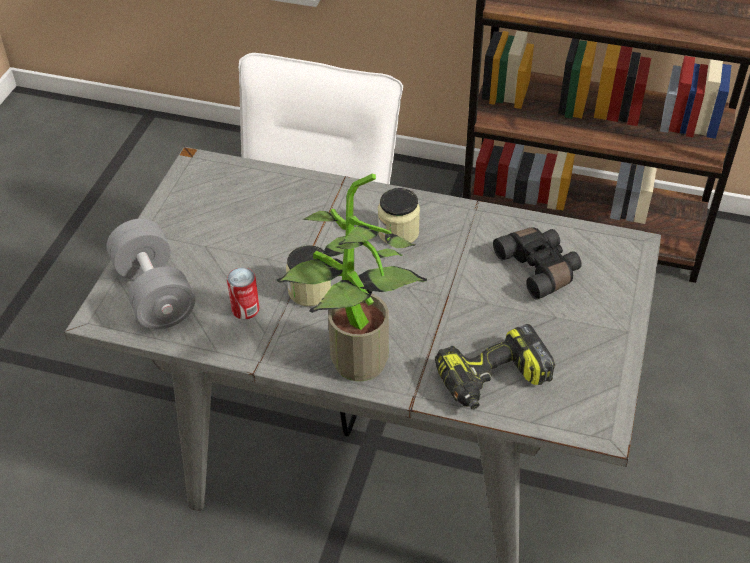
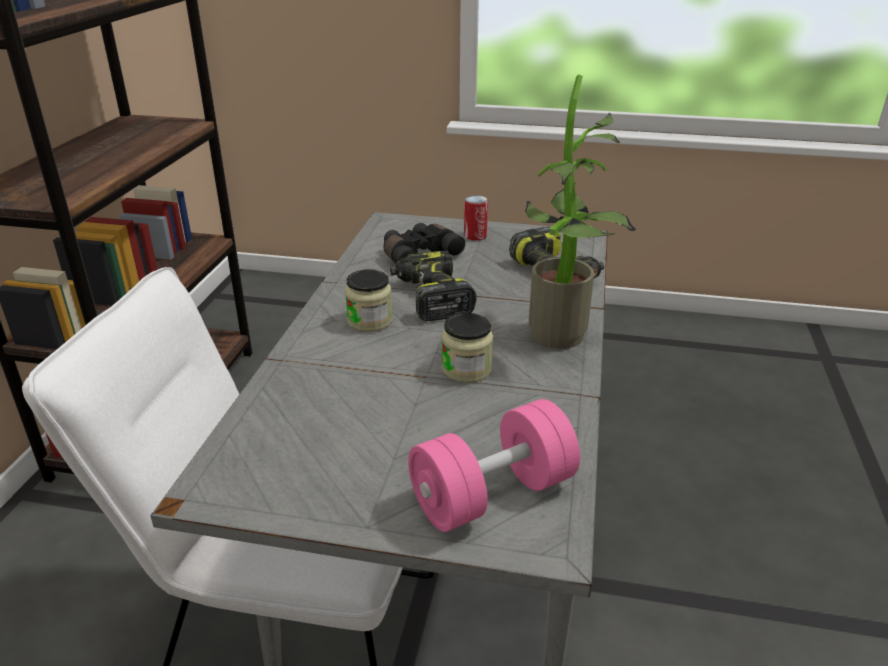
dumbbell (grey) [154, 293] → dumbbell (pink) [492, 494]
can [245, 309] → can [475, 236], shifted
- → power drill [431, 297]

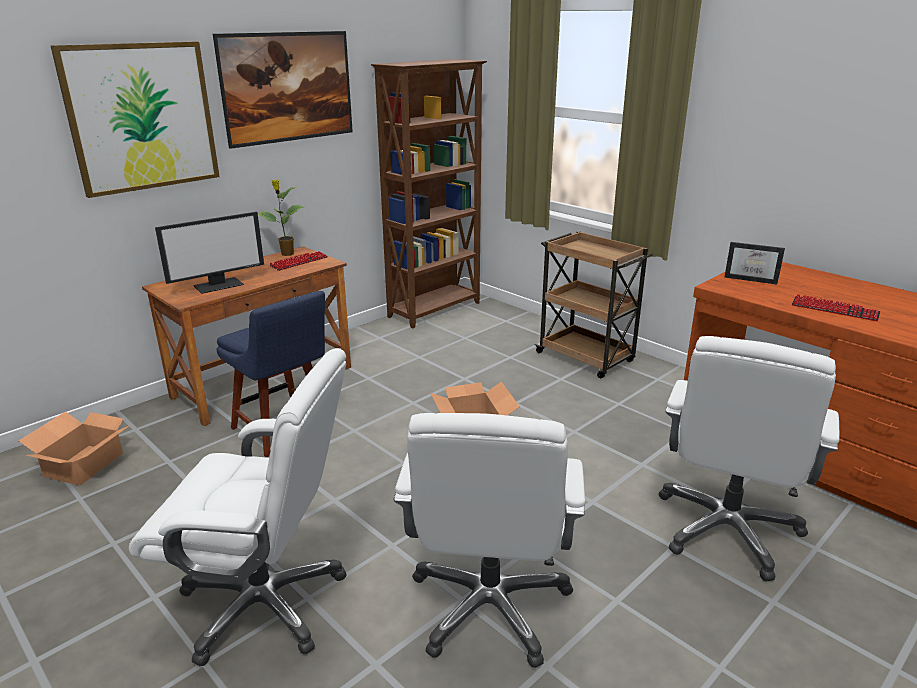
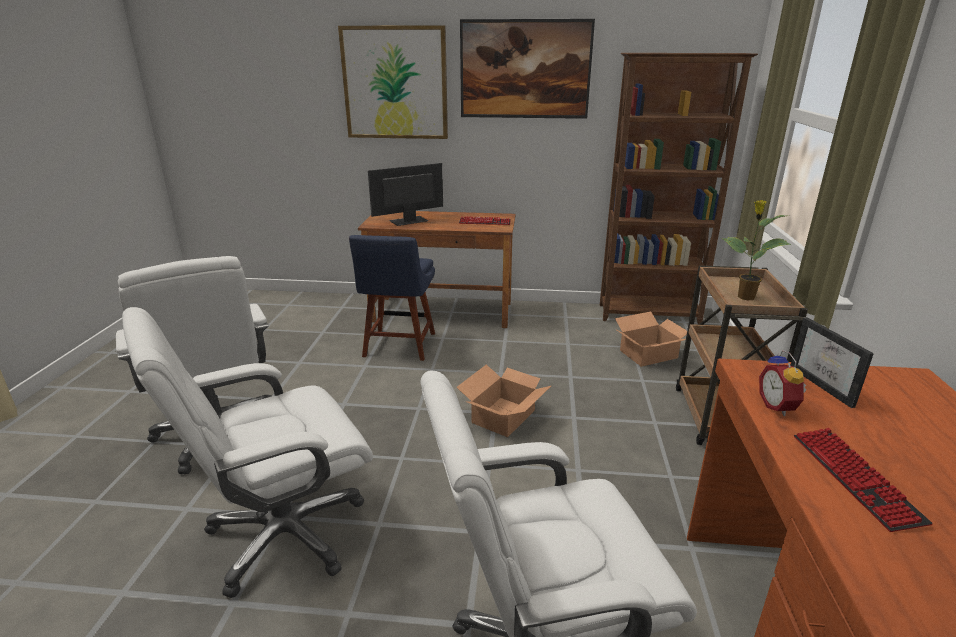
cardboard box [83, 465] → cardboard box [647, 354], shifted
monitor [219, 285] → monitor [408, 221], 135 degrees clockwise
potted plant [286, 254] → potted plant [745, 297], shifted
- → alarm clock [778, 406]

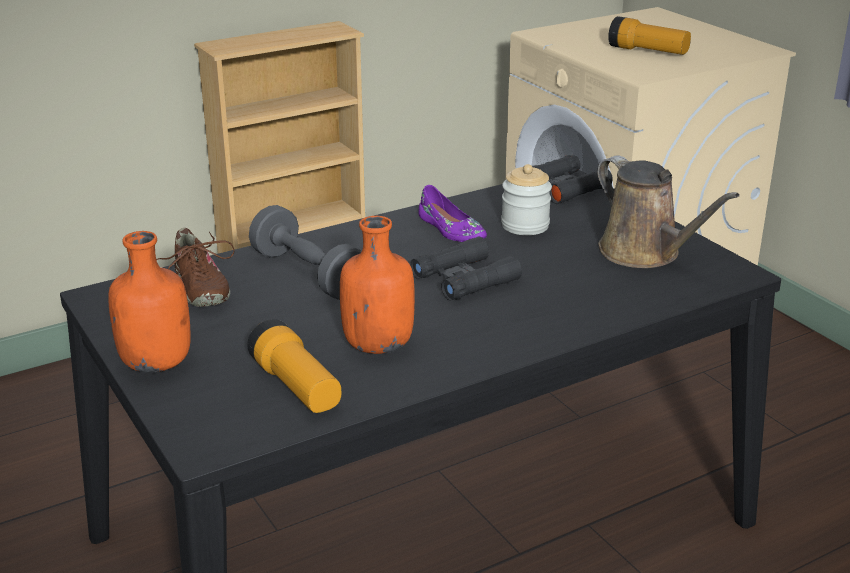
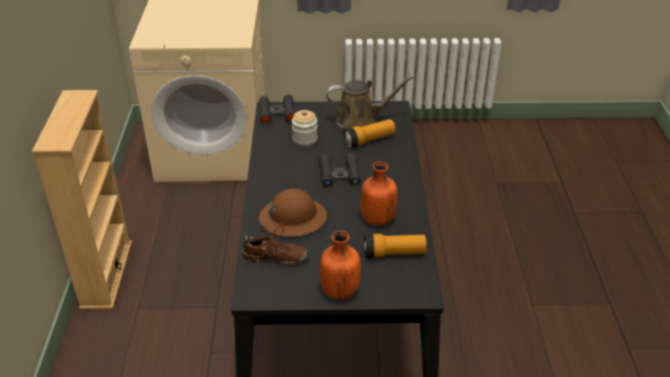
dumbbell (grey) [308, 274] → hard hat (brown) [292, 218]
shoe (purple) [450, 230] → -
flashlight [648, 52] → flashlight [369, 140], shifted

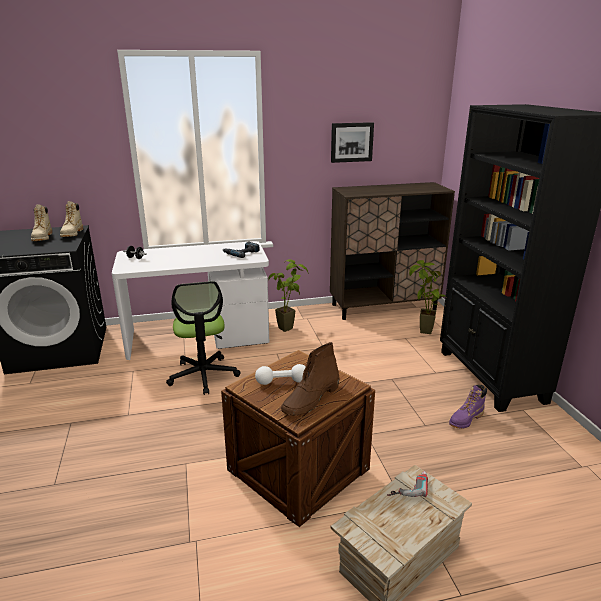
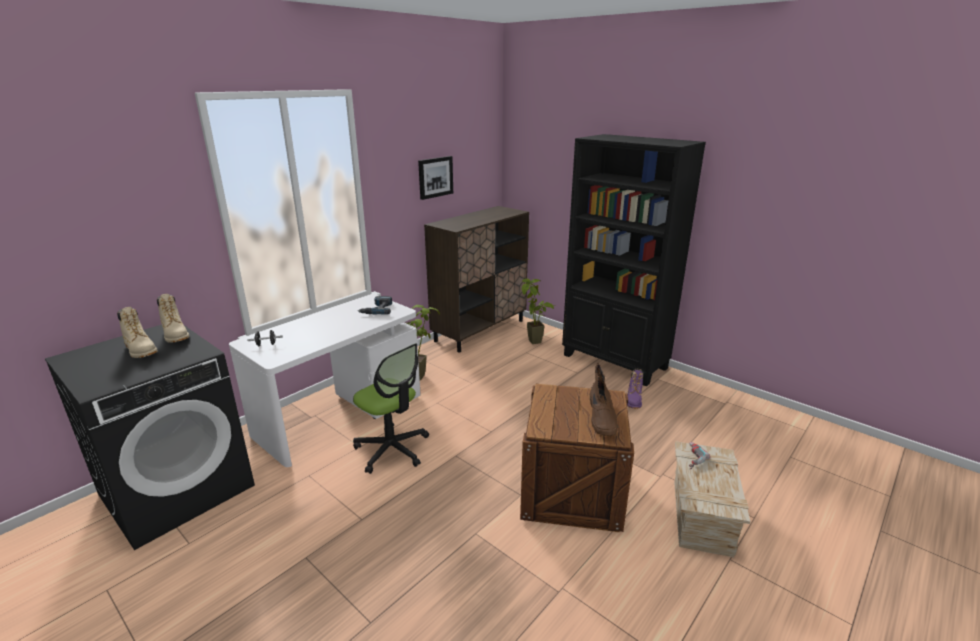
dumbbell (white) [282, 382] → -

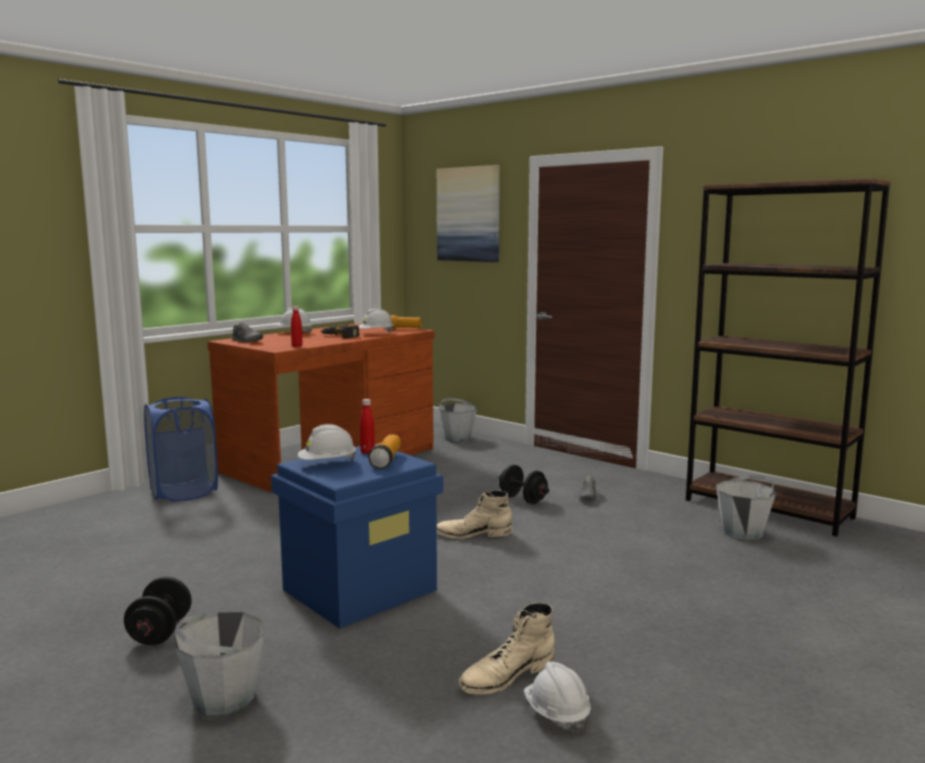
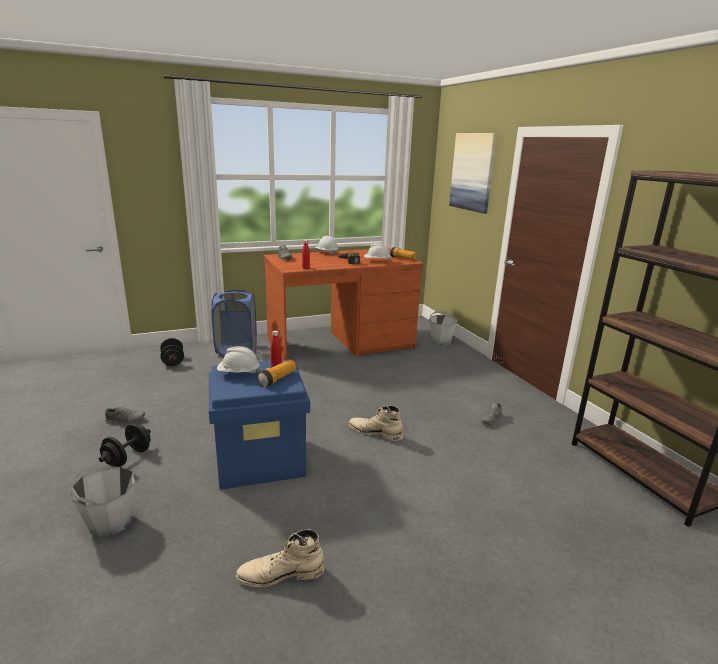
dumbbell (black) [523, 499] → dumbbell (black) [173, 361], shifted
hard hat (white) [556, 714] → -
bucket (grey) [742, 532] → -
- → shoe (grey) [125, 420]

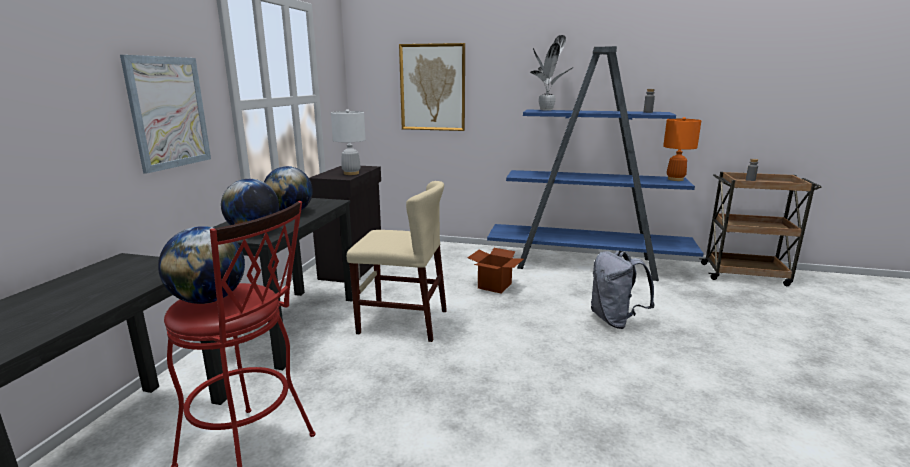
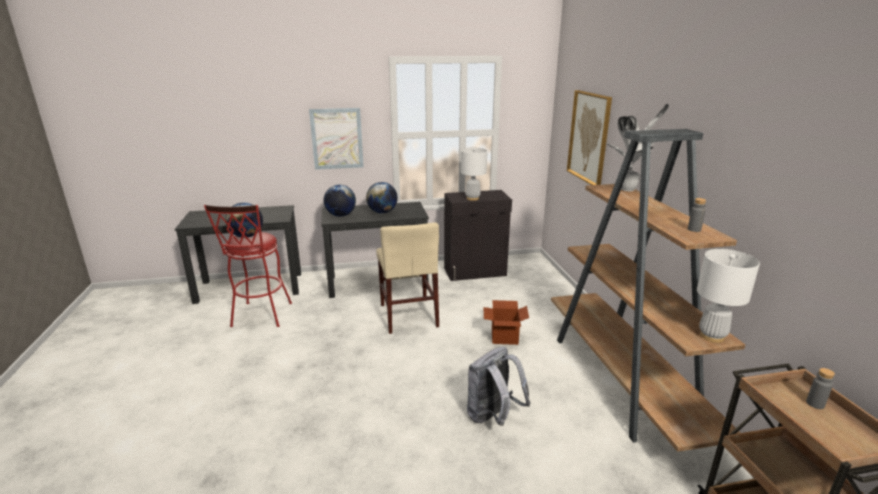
bookcase (blue) [587, 264] → bookcase (brown) [623, 381]
table lamp (orange) [675, 179] → table lamp (white) [712, 336]

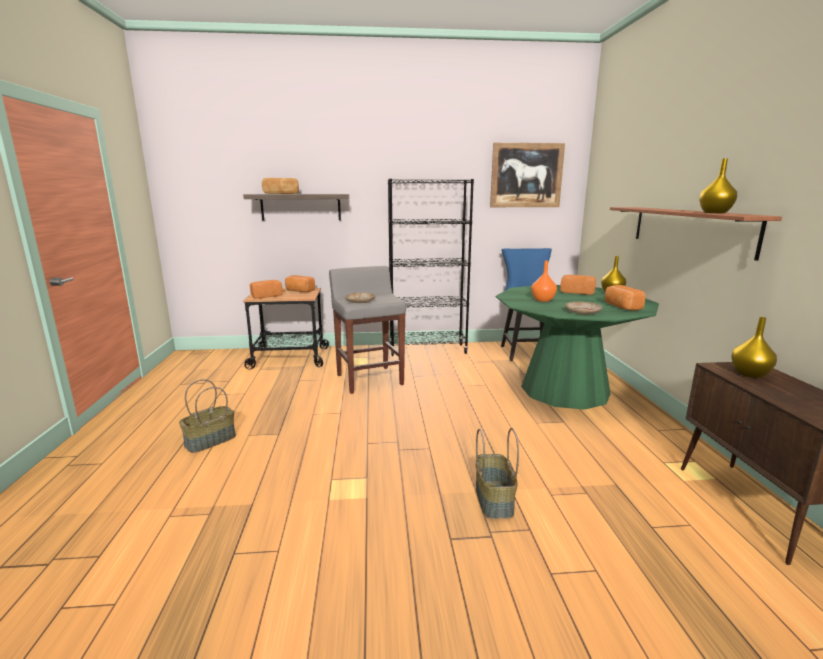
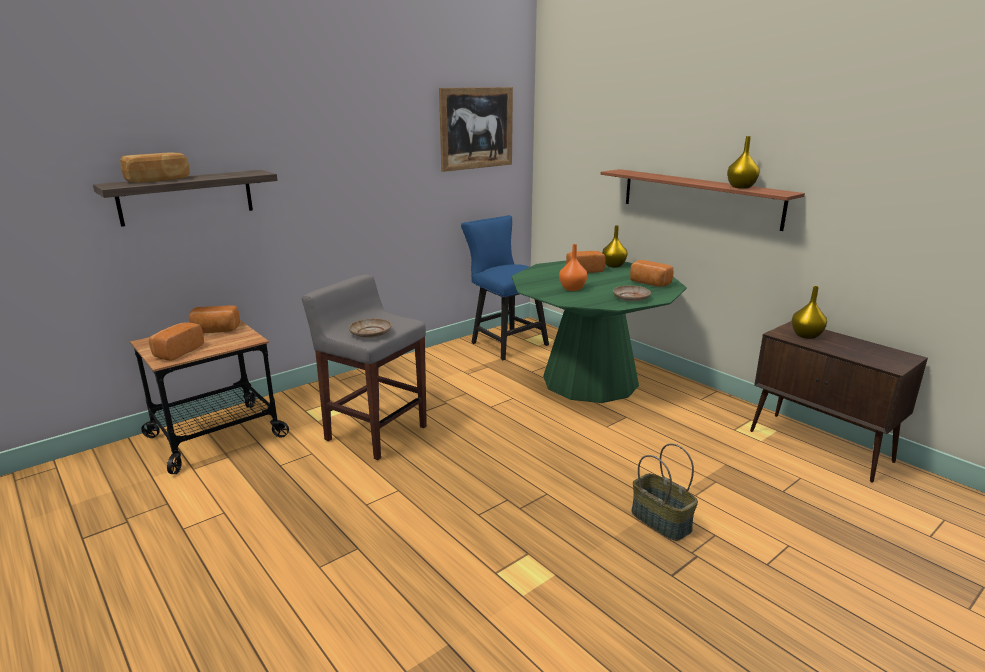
basket [210, 441] → -
bookcase (black) [427, 350] → -

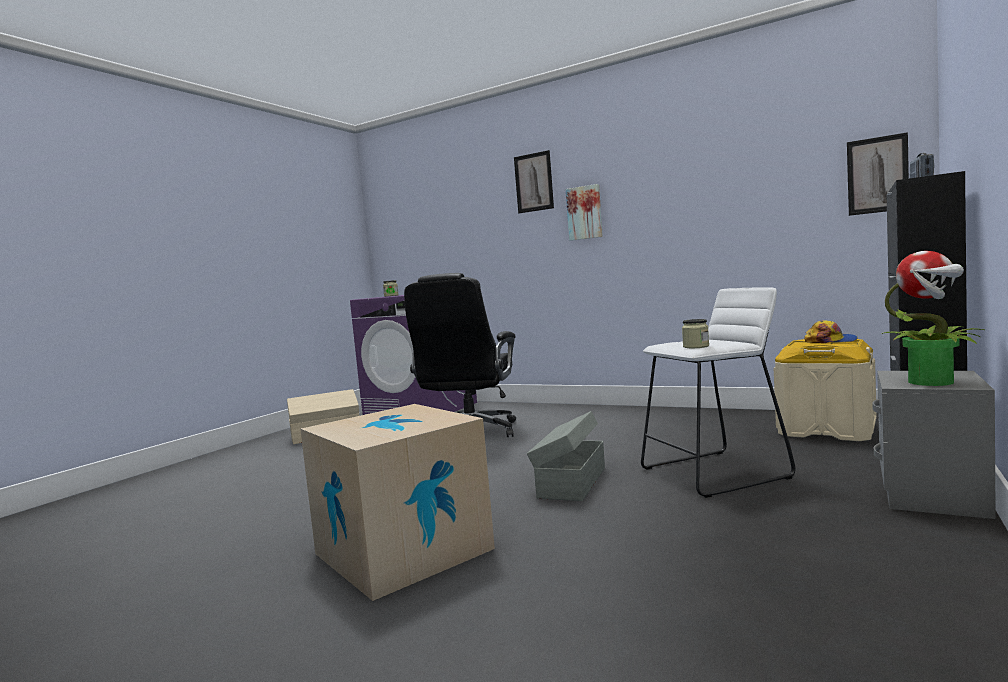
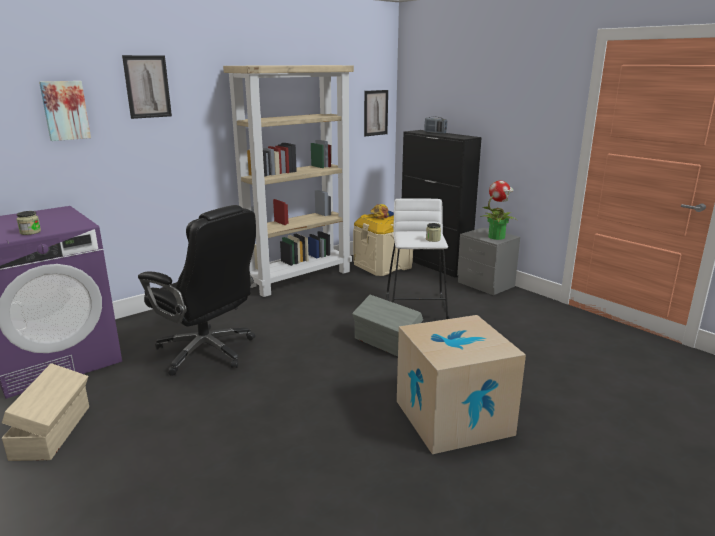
picture [584, 213] → picture [65, 110], shifted
- → bookcase (beige) [299, 278]

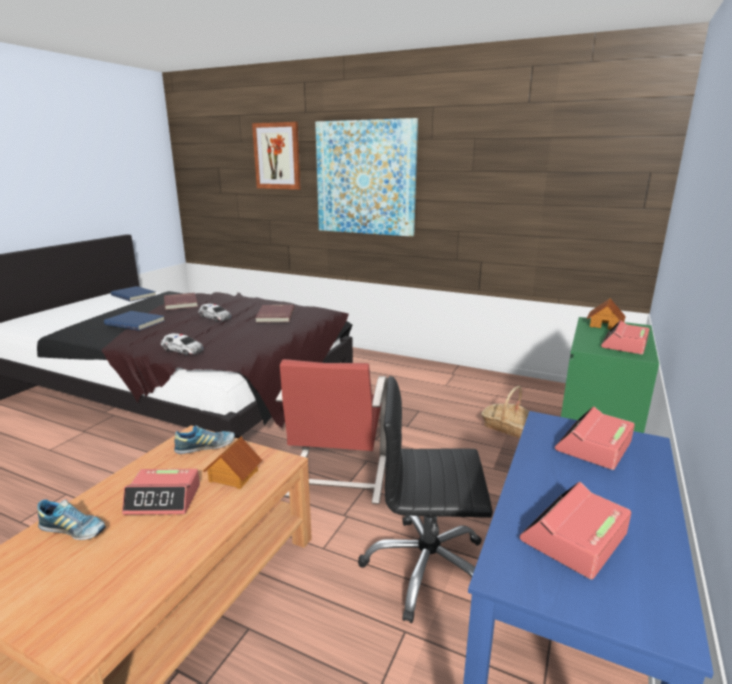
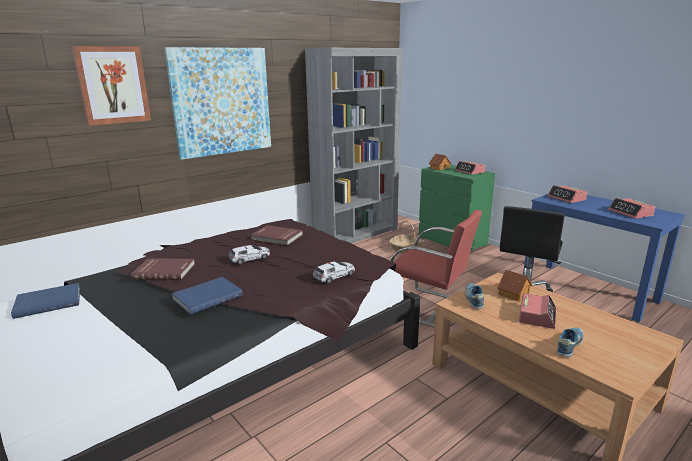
- → bookcase (grey) [356, 233]

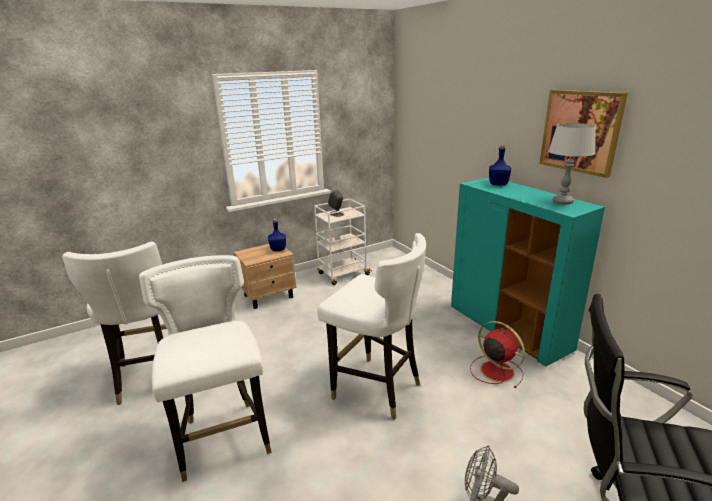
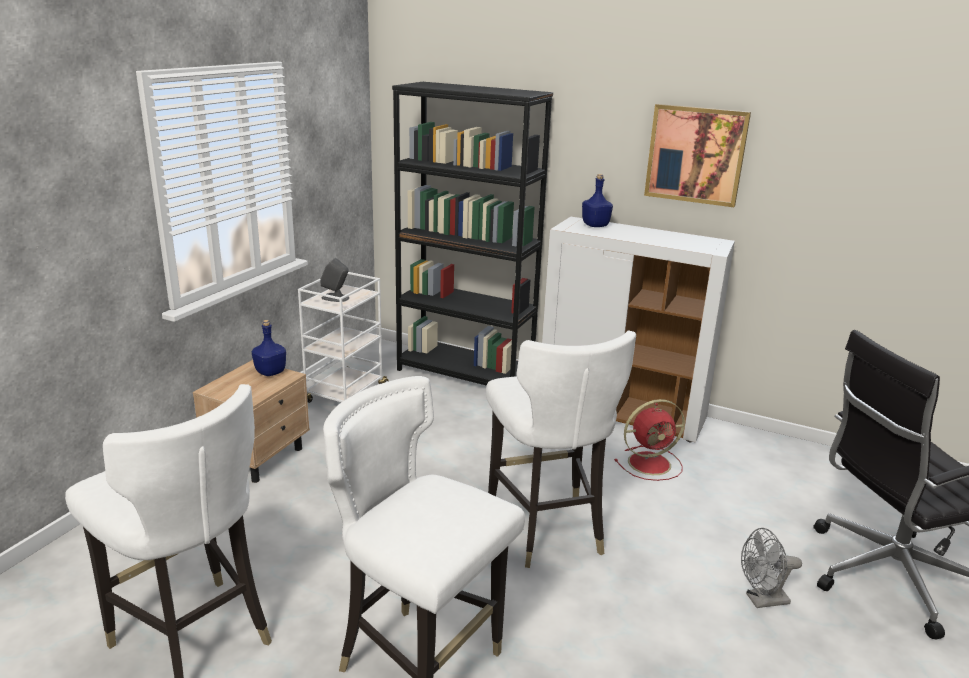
chair (white) [375, 388] → chair (white) [546, 529], 75 degrees clockwise
cabinet (turquoise) [508, 329] → cabinet (white) [622, 412]
fan (red) [495, 370] → fan (red) [651, 463], 150 degrees clockwise
table lamp (grey) [562, 202] → -
- → bookcase (black) [465, 374]

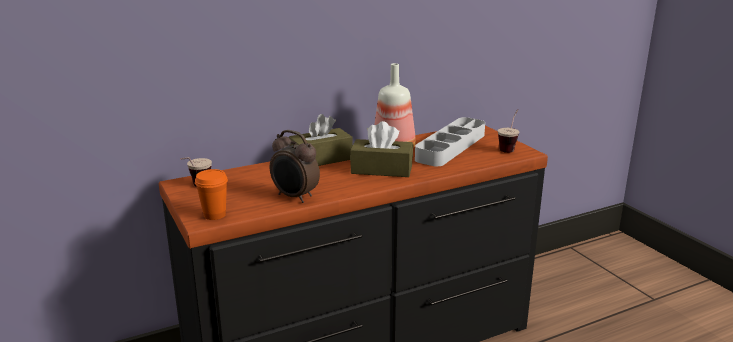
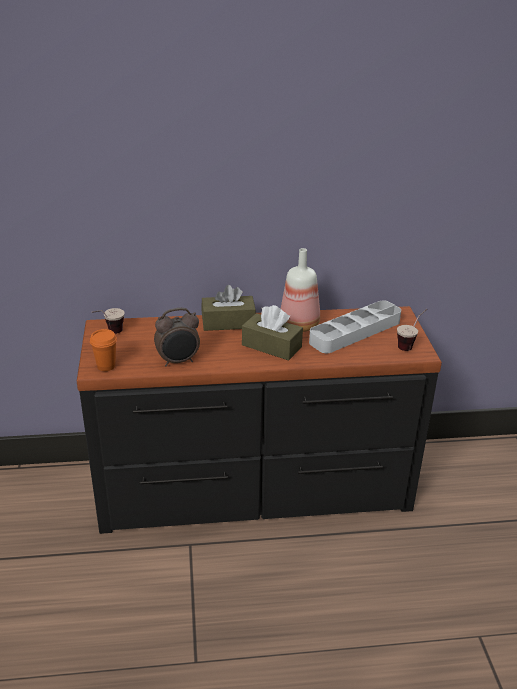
alarm clock [295, 197] → alarm clock [178, 361], 75 degrees counterclockwise

